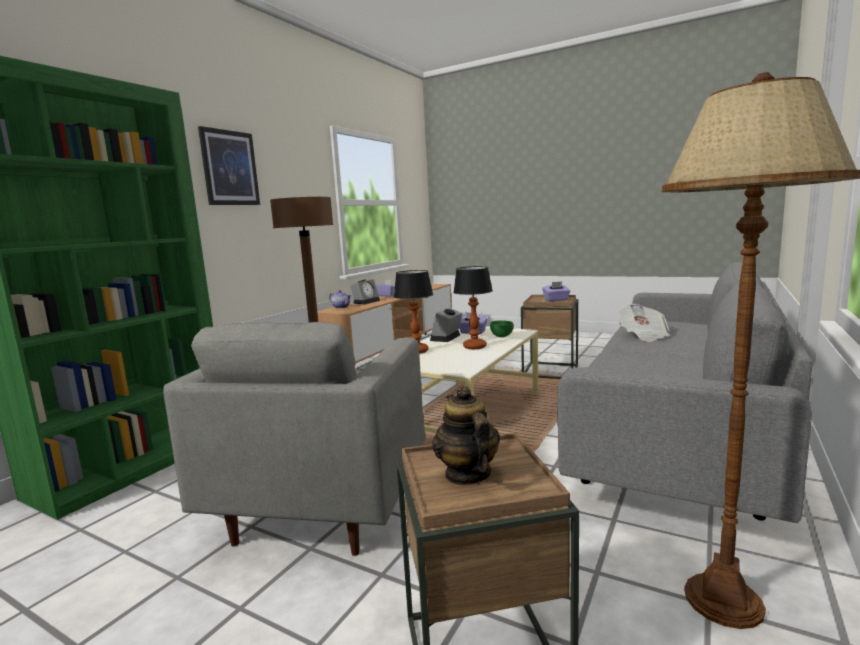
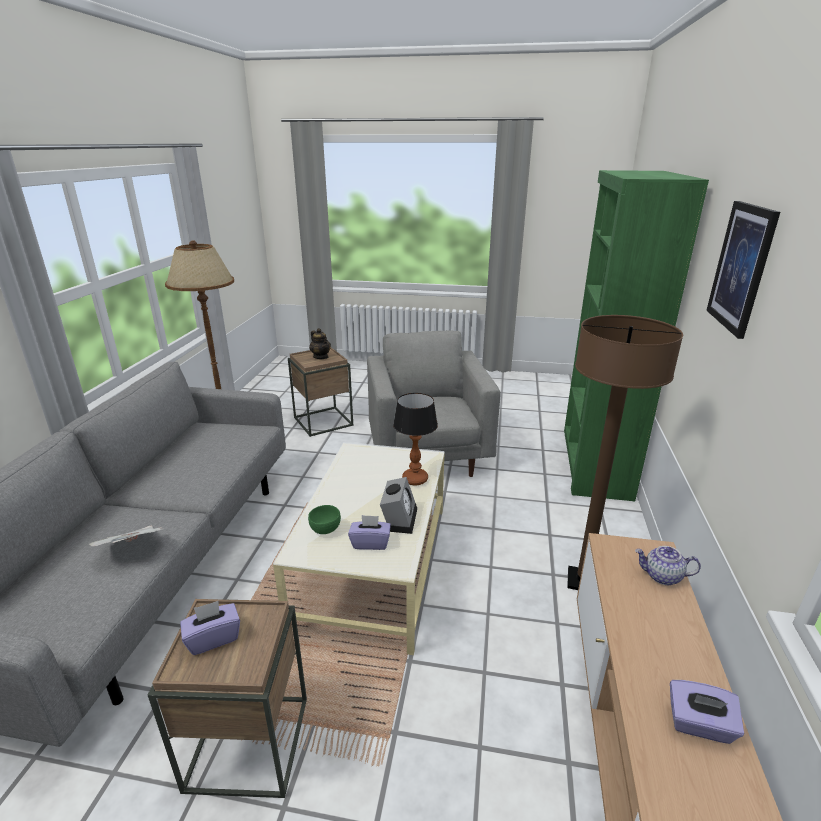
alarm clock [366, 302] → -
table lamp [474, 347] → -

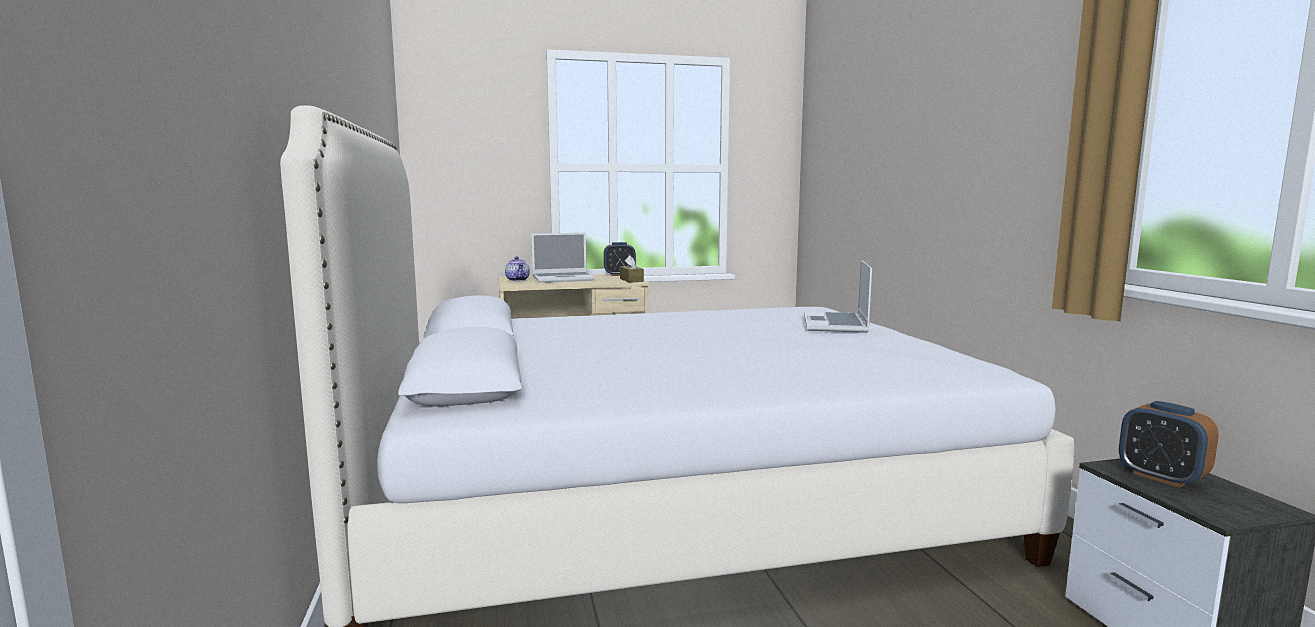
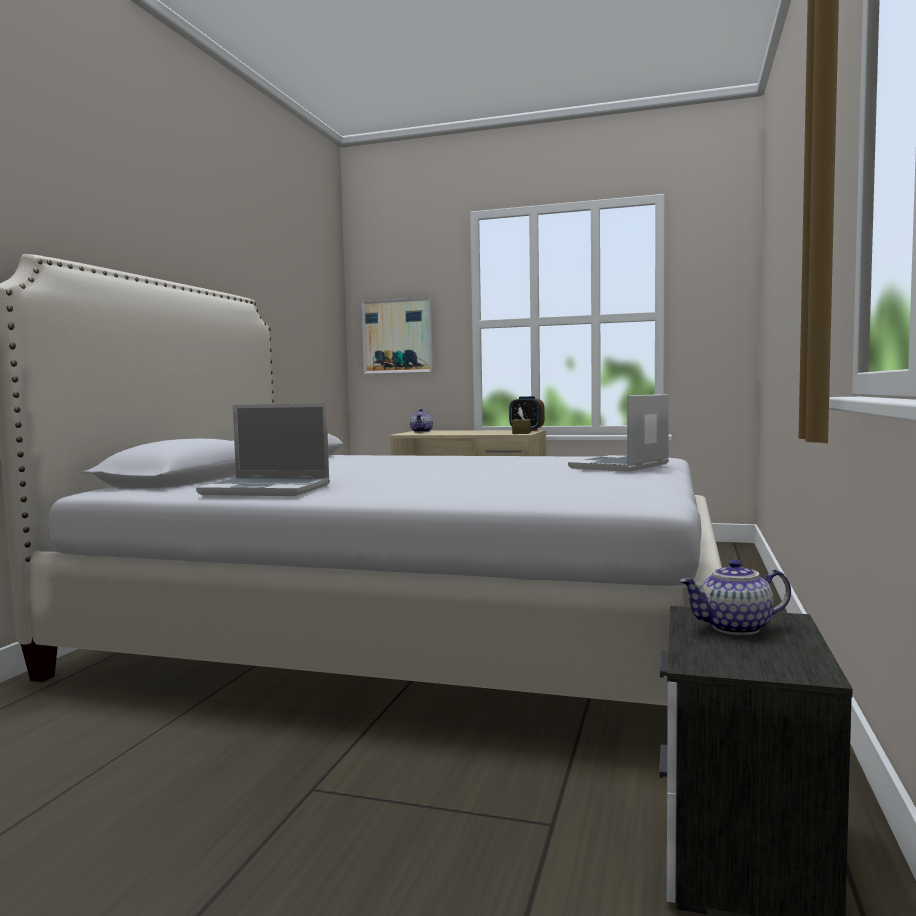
laptop [563, 279] → laptop [268, 490], shifted
alarm clock [1161, 477] → teapot [735, 628]
- → picture [398, 336]

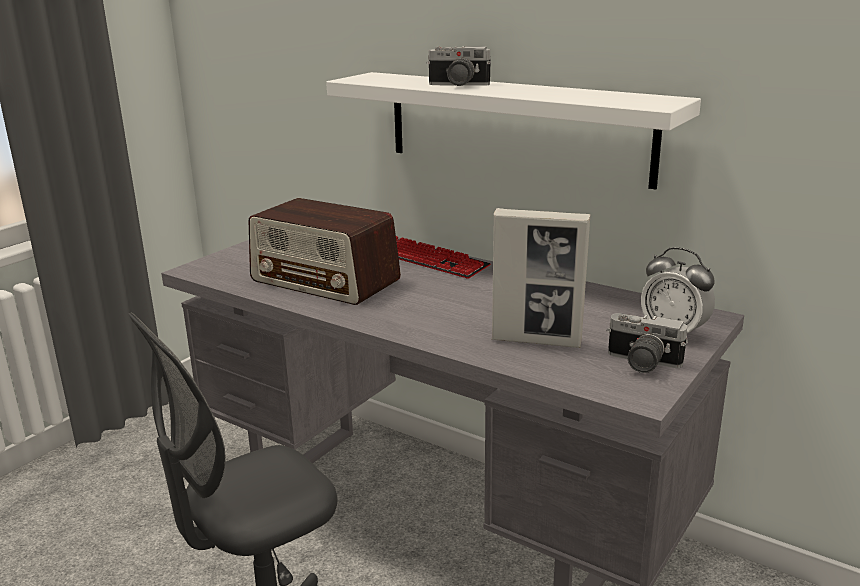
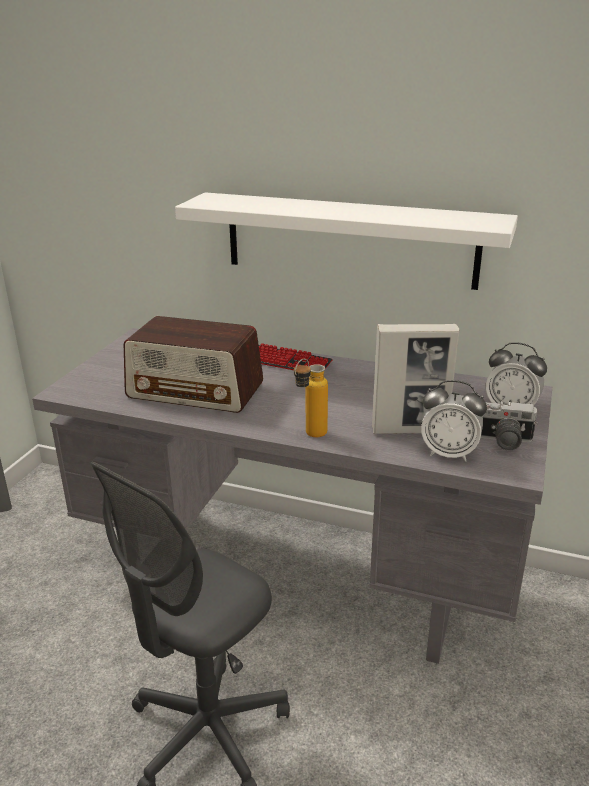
photo camera [457, 86] → -
- → bottle [310, 436]
- → alarm clock [449, 453]

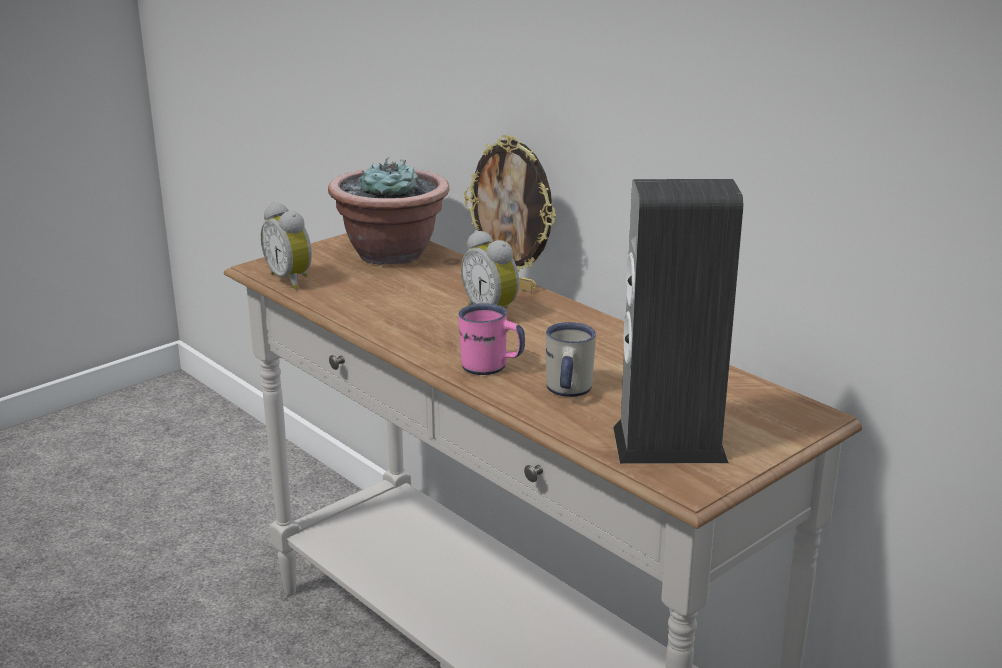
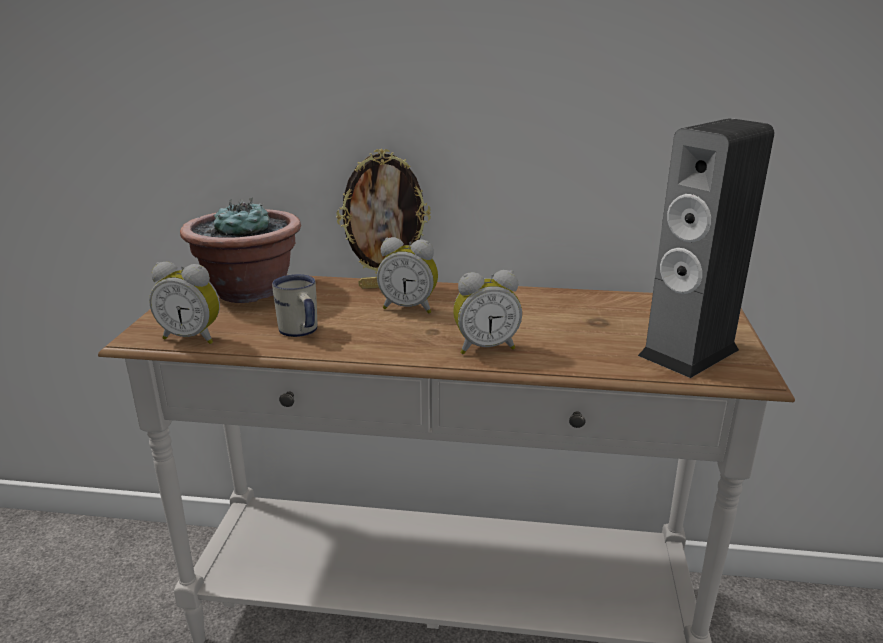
mug (pink) [491, 368] → alarm clock [485, 347]
mug (white) [567, 391] → mug (white) [300, 332], shifted

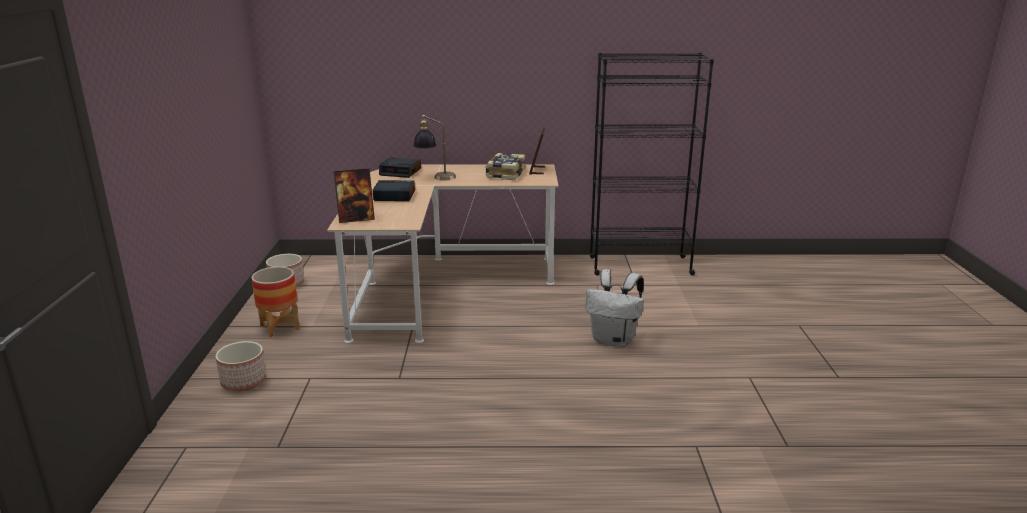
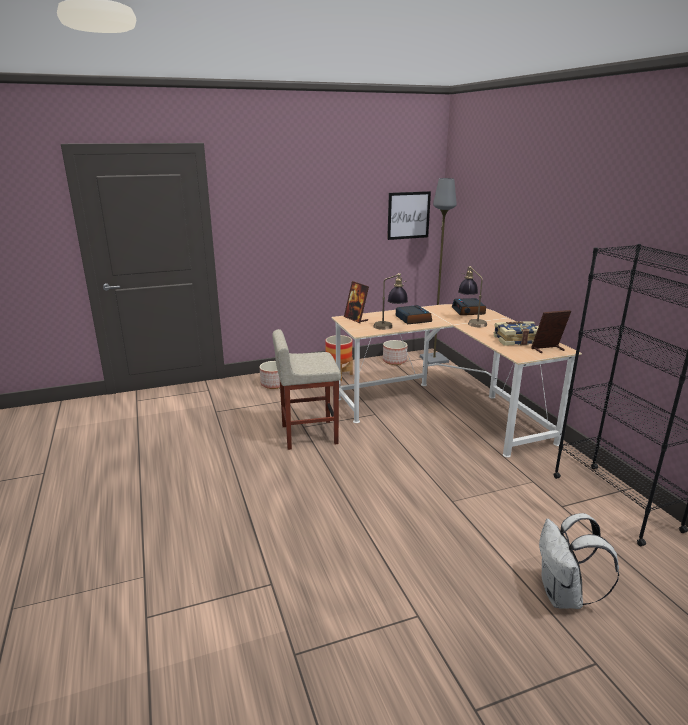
backpack (white) [614, 340] → backpack (white) [564, 596], shifted
- → stool (beige) [308, 434]
- → table lamp [389, 328]
- → picture [408, 215]
- → floor lamp (grey) [433, 359]

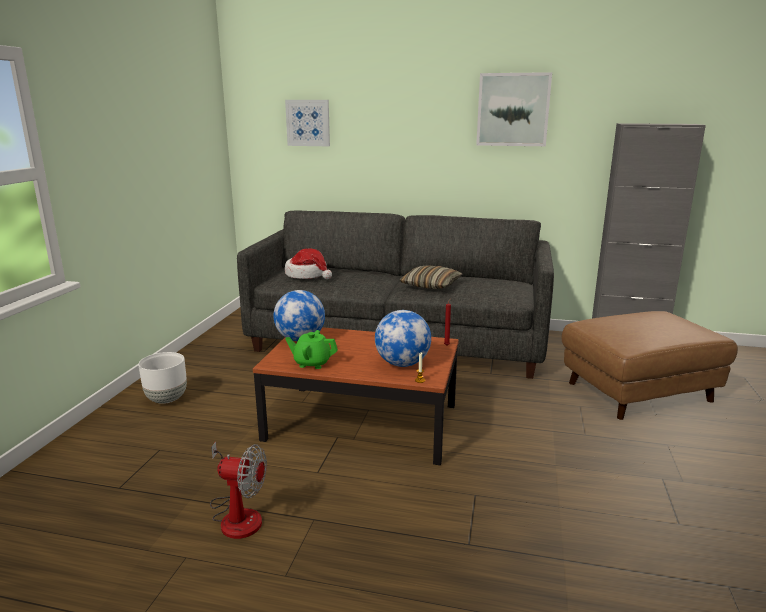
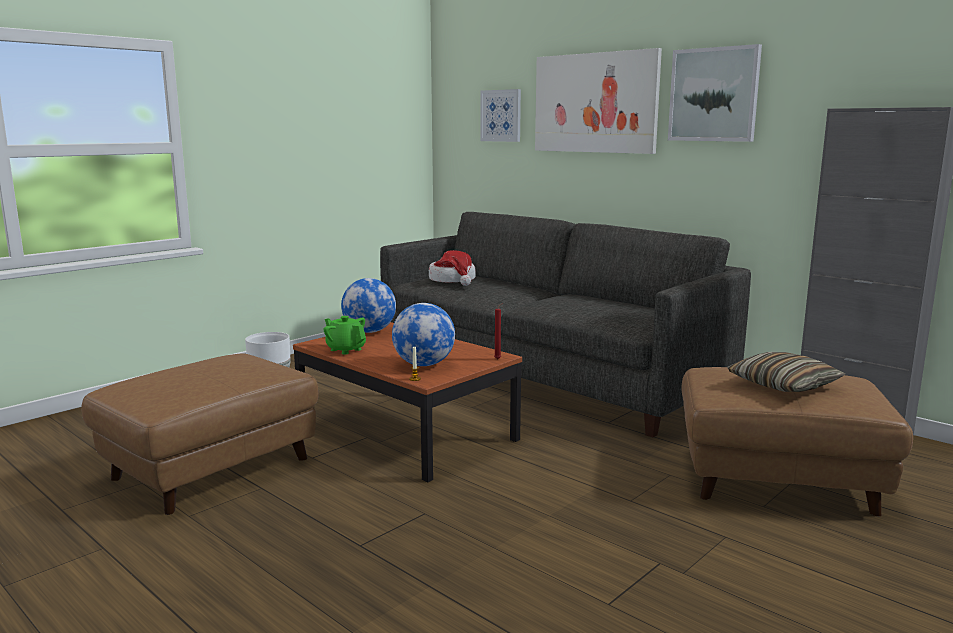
fan [237, 515] → ottoman (brown) [211, 468]
pillow [431, 285] → pillow [783, 385], shifted
- → picture [595, 103]

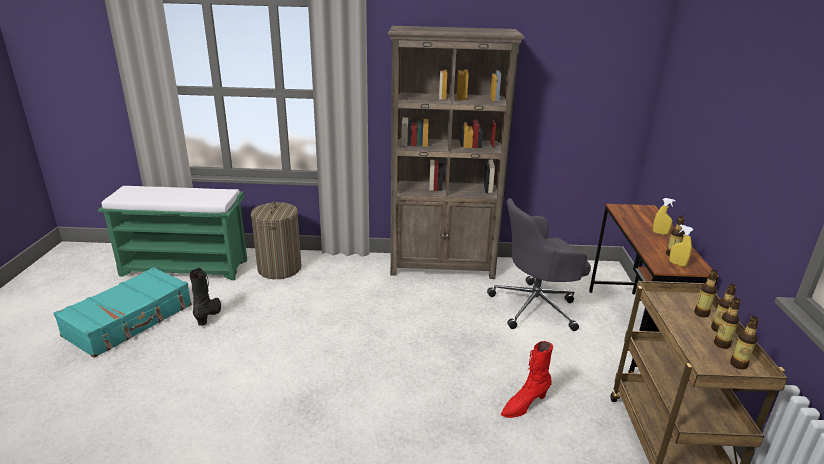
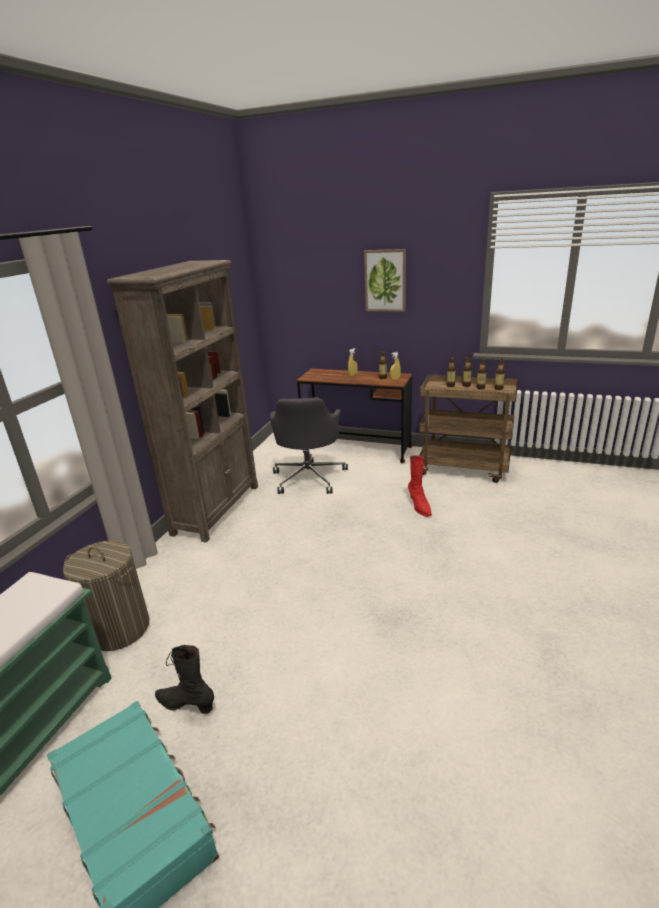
- → picture [385, 280]

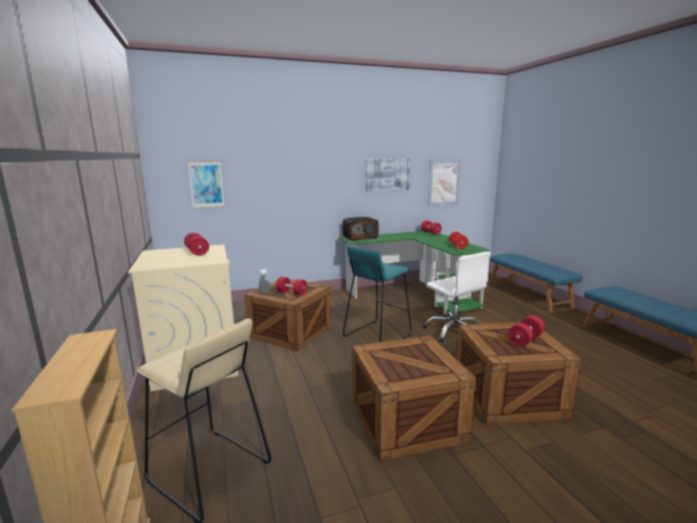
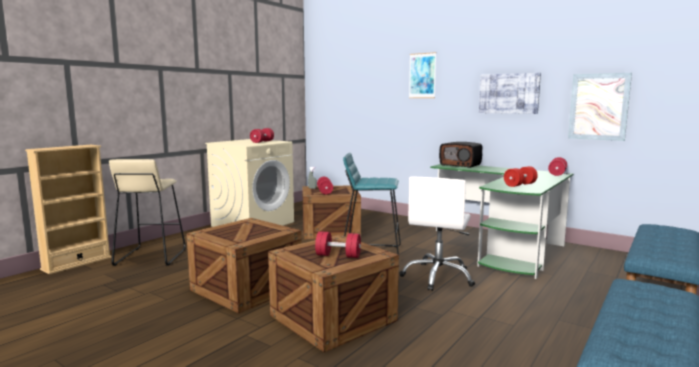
picture [206, 184] → picture [422, 75], shifted

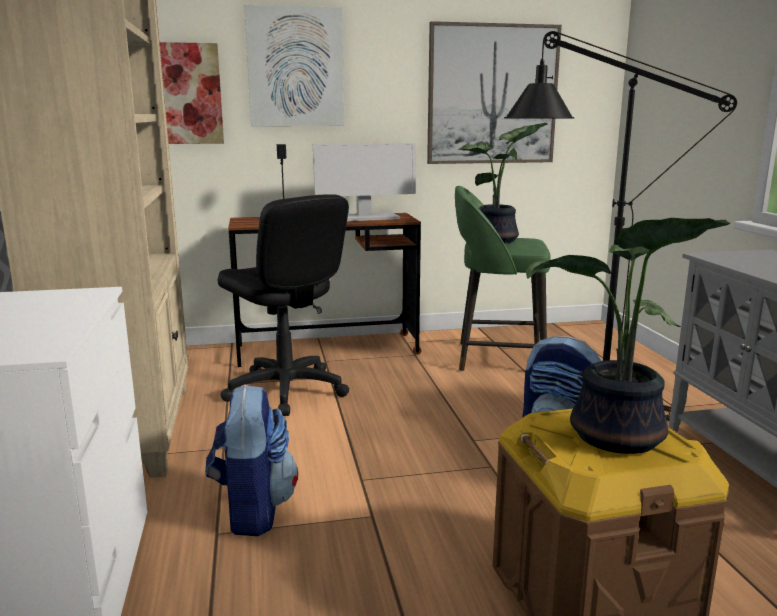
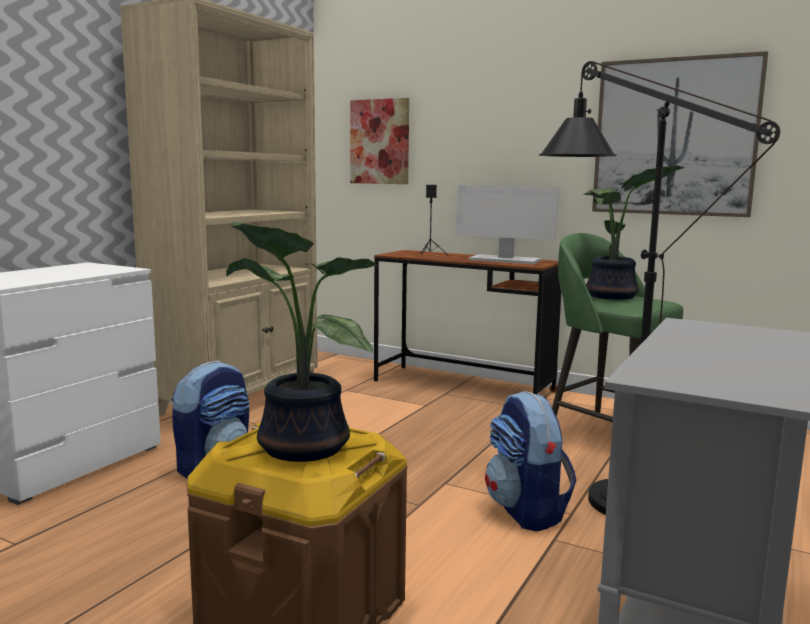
office chair (black) [286, 390] → -
picture [295, 67] → -

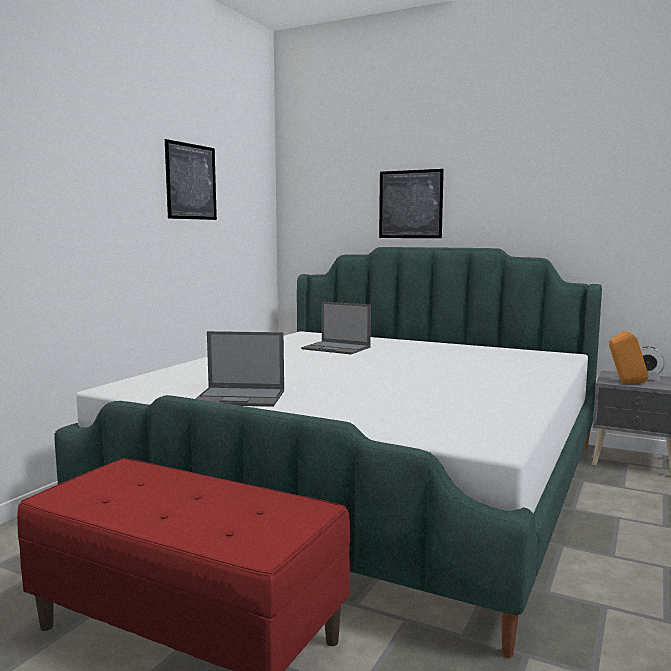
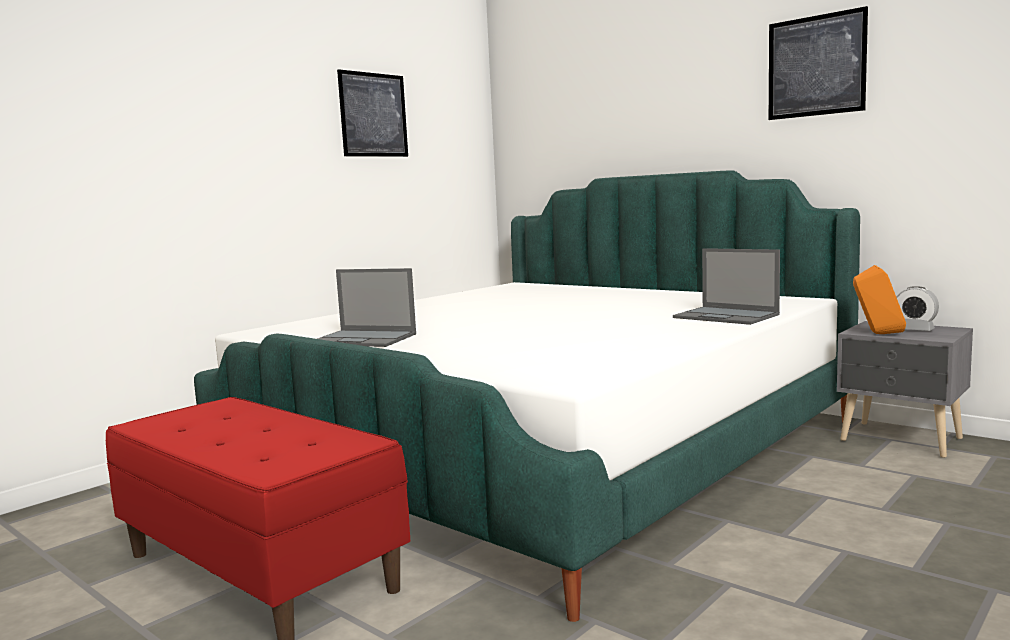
laptop [337, 348] → laptop [727, 316], shifted
picture [410, 204] → picture [816, 66], shifted

